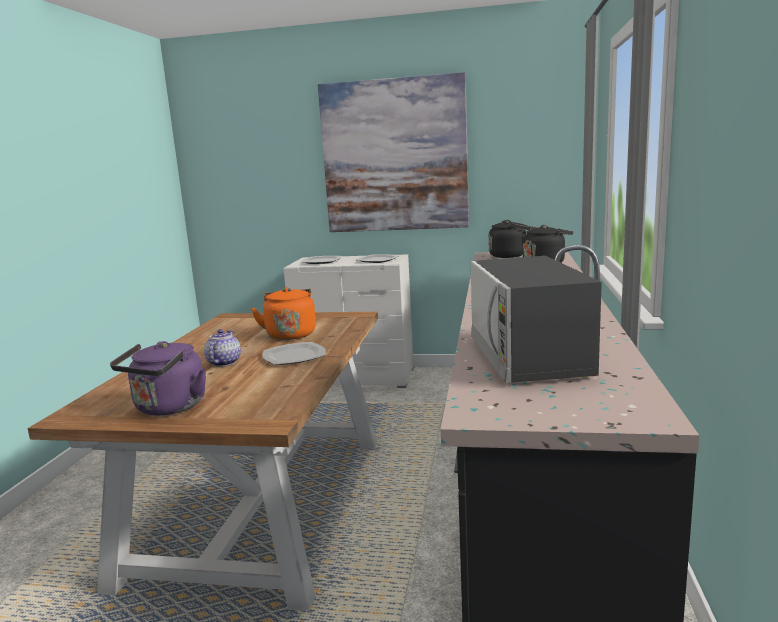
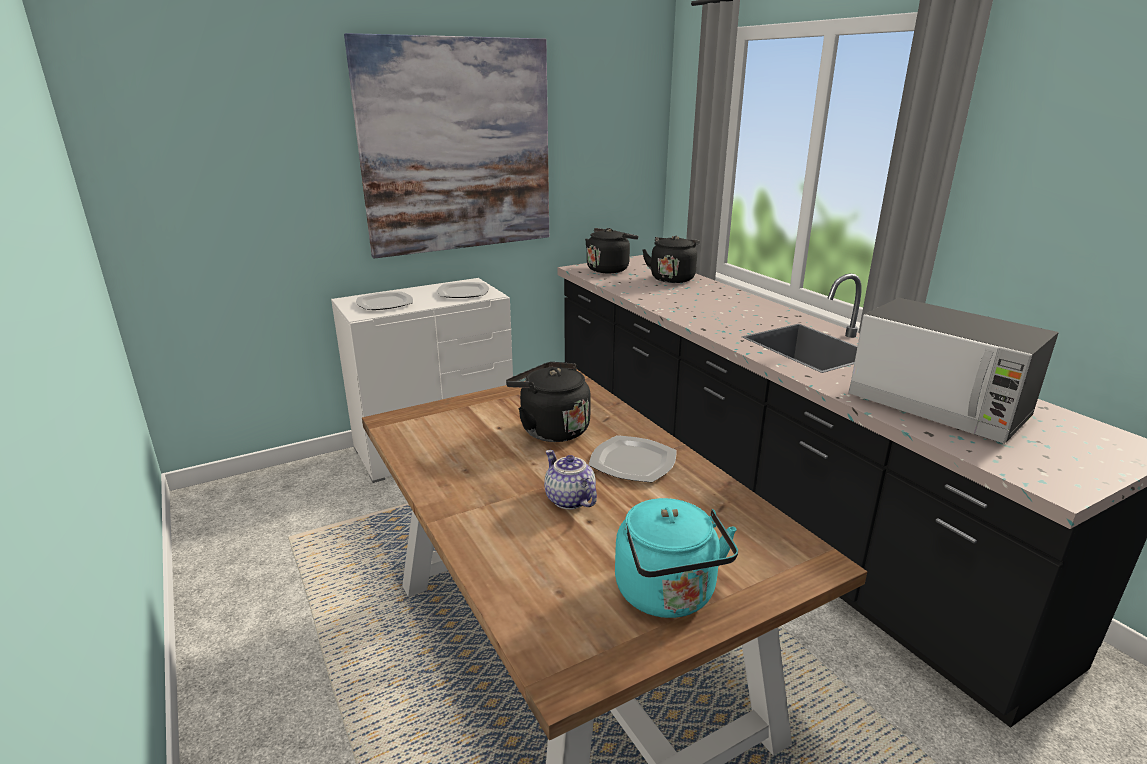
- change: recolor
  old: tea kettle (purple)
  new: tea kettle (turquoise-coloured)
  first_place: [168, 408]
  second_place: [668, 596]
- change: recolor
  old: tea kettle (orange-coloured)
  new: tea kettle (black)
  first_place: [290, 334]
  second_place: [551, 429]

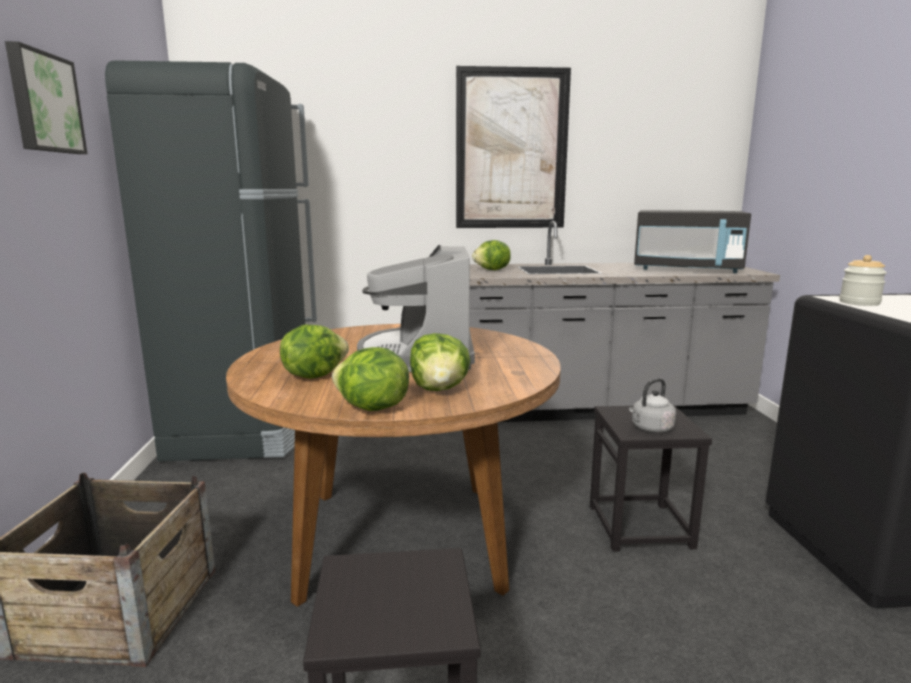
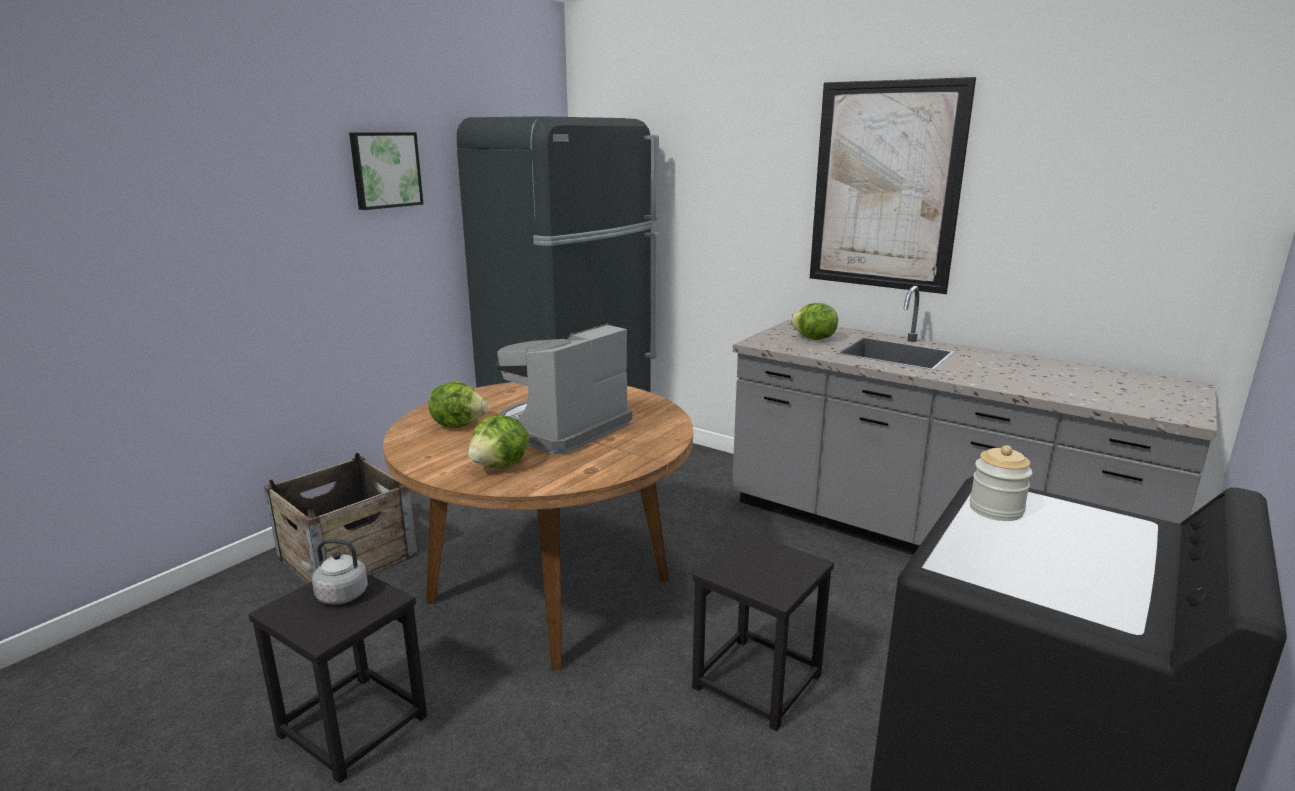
- change: delete
  old: lettuce
  first_place: [371, 408]
- change: delete
  old: kitchen microwave (black)
  first_place: [686, 269]
- change: move
  old: tea kettle (gray)
  first_place: [650, 429]
  second_place: [339, 595]

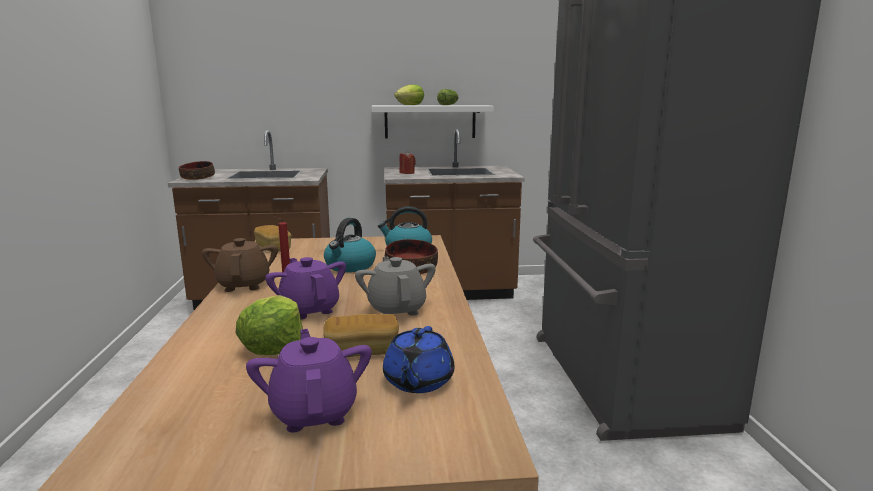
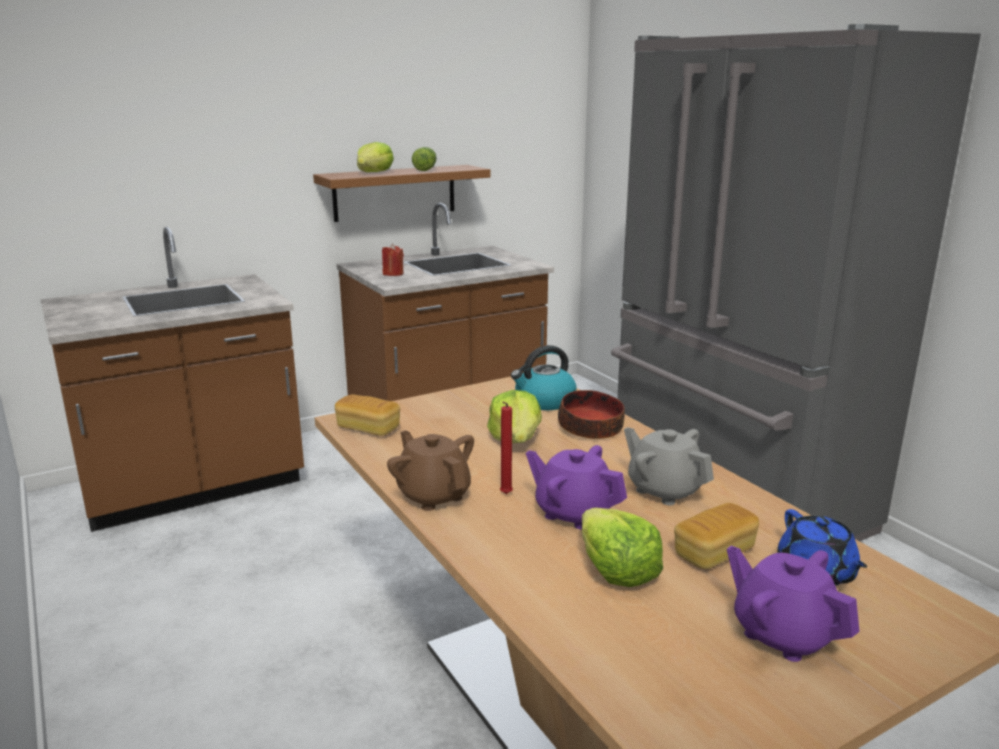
- change: delete
  old: bowl
  first_place: [197, 178]
- change: replace
  old: tea kettle
  new: lettuce
  first_place: [350, 266]
  second_place: [516, 439]
- change: recolor
  old: bracket shelf (white)
  new: bracket shelf (brown-coloured)
  first_place: [430, 121]
  second_place: [395, 192]

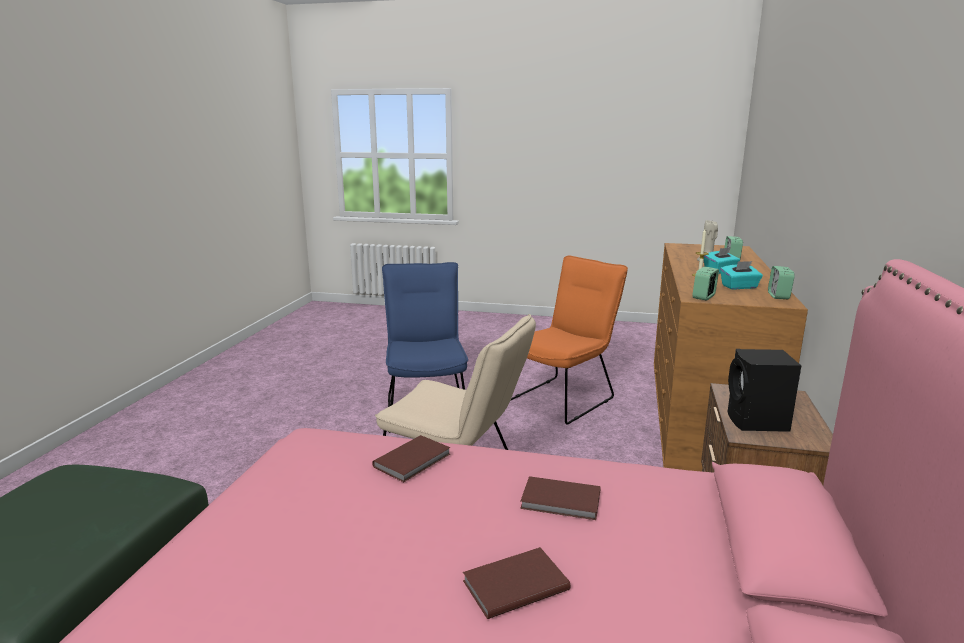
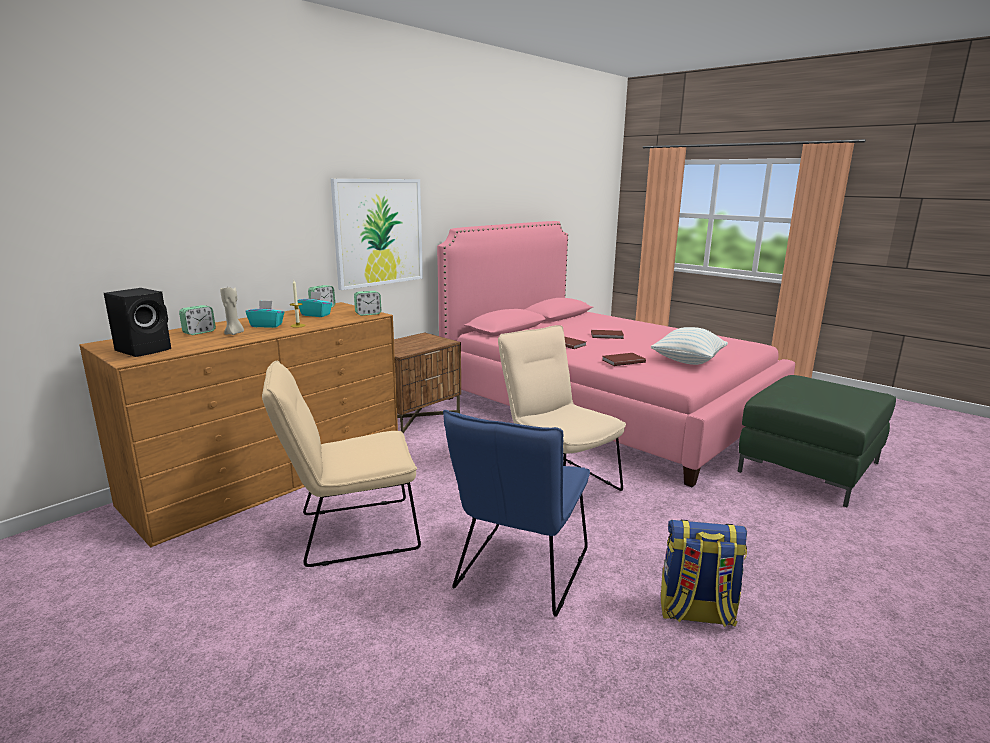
- change: insert
  new: picture
  second_place: [379, 232]
- change: insert
  new: cushion
  second_place: [687, 361]
- change: insert
  new: backpack
  second_place: [696, 613]
- change: move
  old: audio speaker (black)
  first_place: [757, 422]
  second_place: [145, 350]
- change: recolor
  old: upright chair (orange-coloured)
  new: upright chair (sand-coloured)
  first_place: [565, 397]
  second_place: [349, 533]

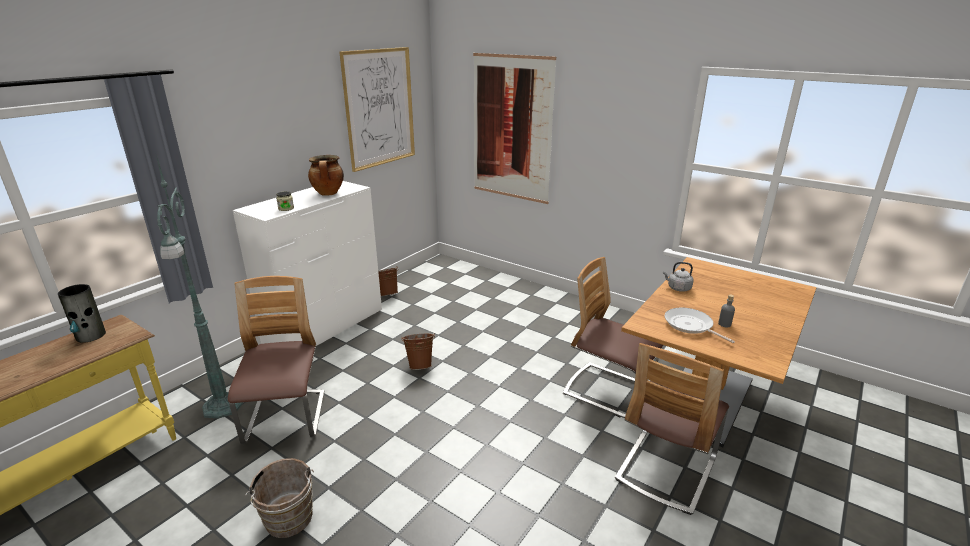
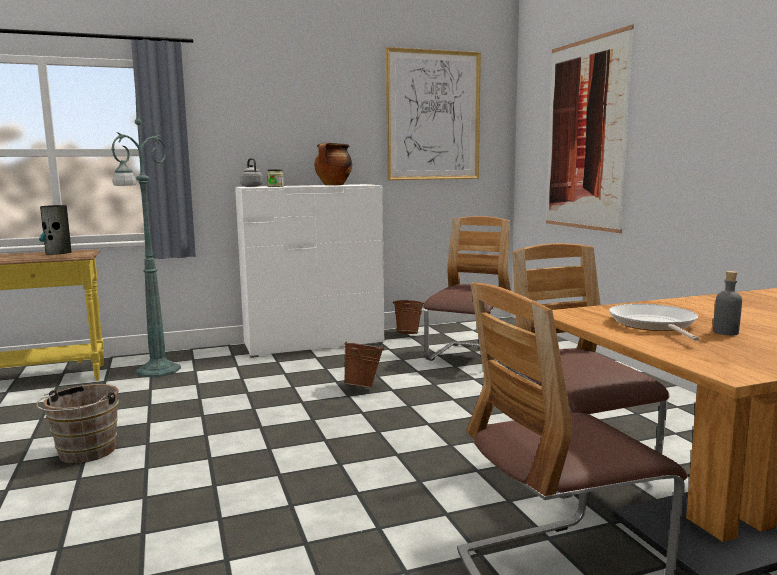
- change: move
  old: upright chair
  first_place: [286, 418]
  second_place: [468, 357]
- change: move
  old: tea kettle (gray)
  first_place: [677, 288]
  second_place: [251, 186]

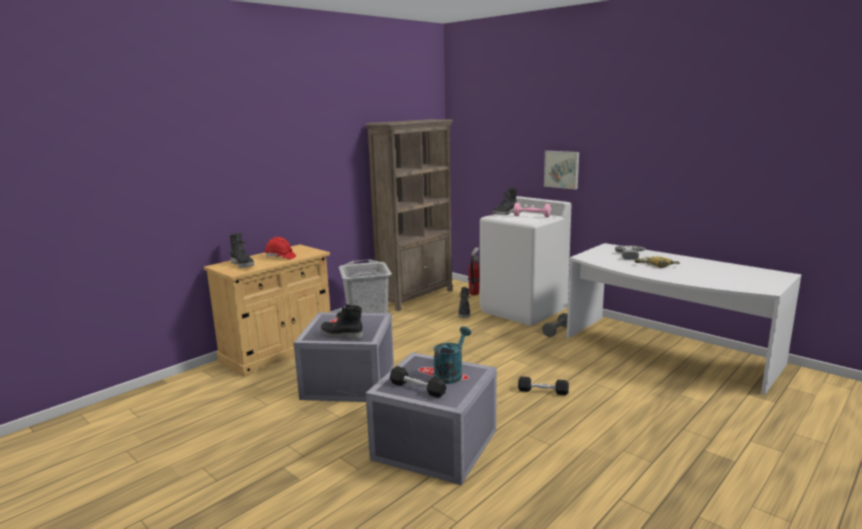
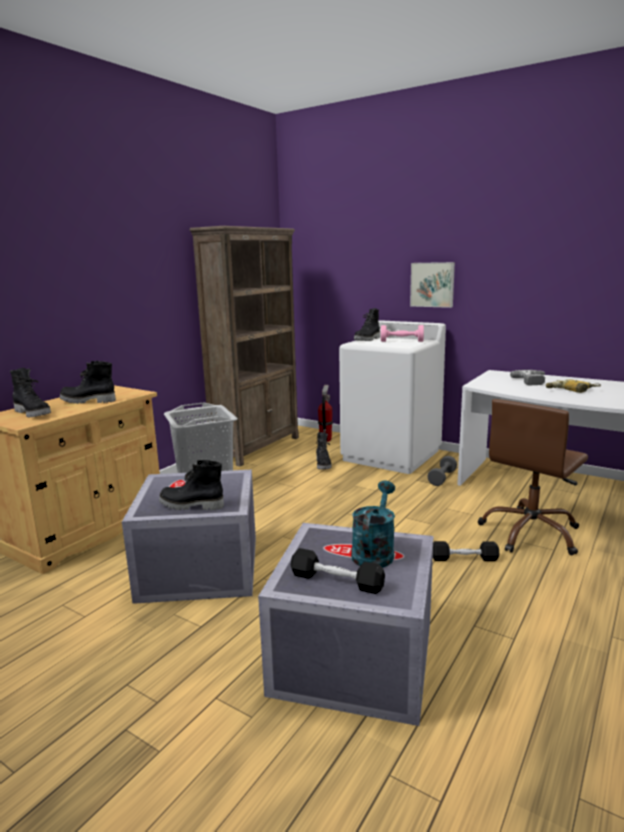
- change: insert
  new: computer chair (brown-coloured)
  second_place: [531, 533]
- change: replace
  old: work helmet (red)
  new: high-top boot (black)
  first_place: [280, 257]
  second_place: [87, 401]

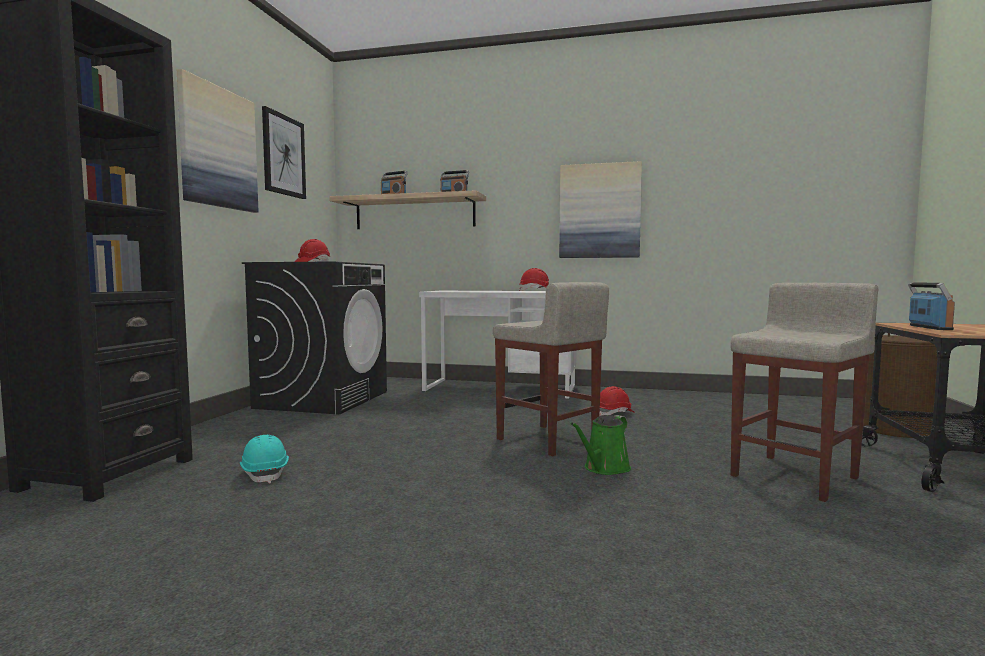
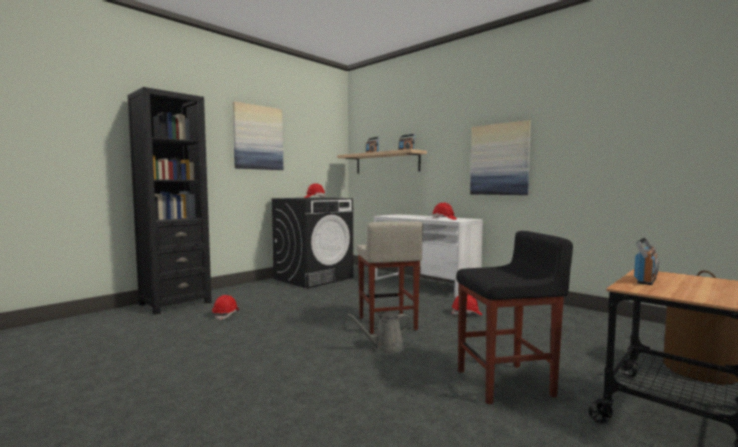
- change: delete
  old: picture
  first_place: [283, 155]
- change: recolor
  old: work helmet (turquoise-coloured)
  new: work helmet (red)
  first_place: [265, 473]
  second_place: [226, 315]
- change: recolor
  old: watering can (green-coloured)
  new: watering can (gray)
  first_place: [604, 468]
  second_place: [385, 348]
- change: recolor
  old: sitting stool (sand-coloured)
  new: sitting stool (black)
  first_place: [795, 476]
  second_place: [506, 383]

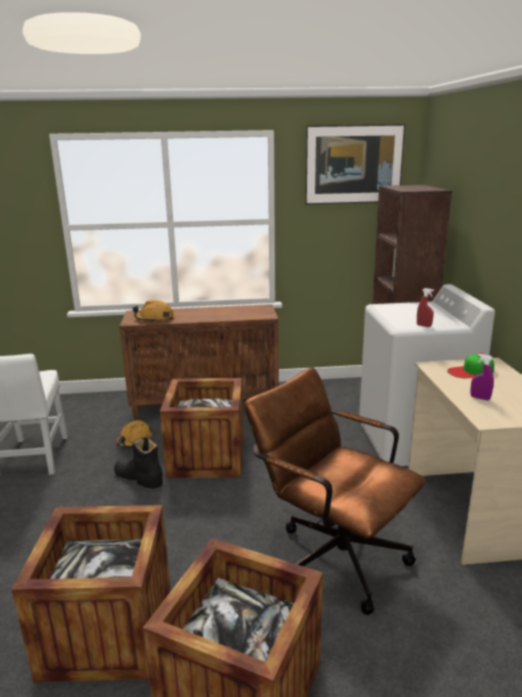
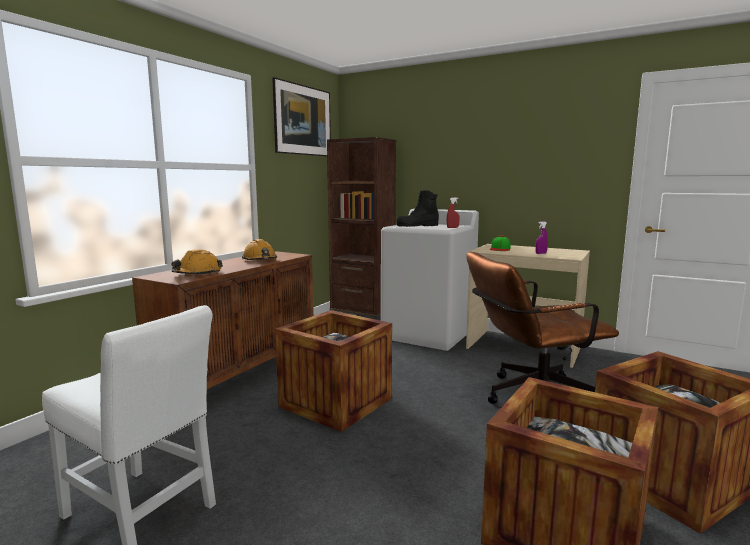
- change: move
  old: high-top boot (black)
  first_place: [138, 477]
  second_place: [417, 226]
- change: move
  old: work helmet (orange-coloured)
  first_place: [134, 440]
  second_place: [260, 260]

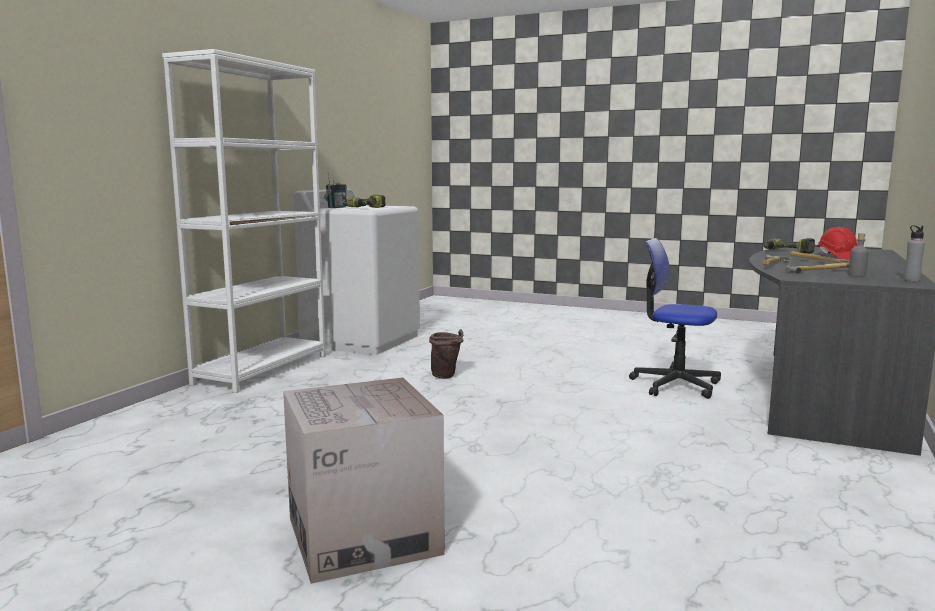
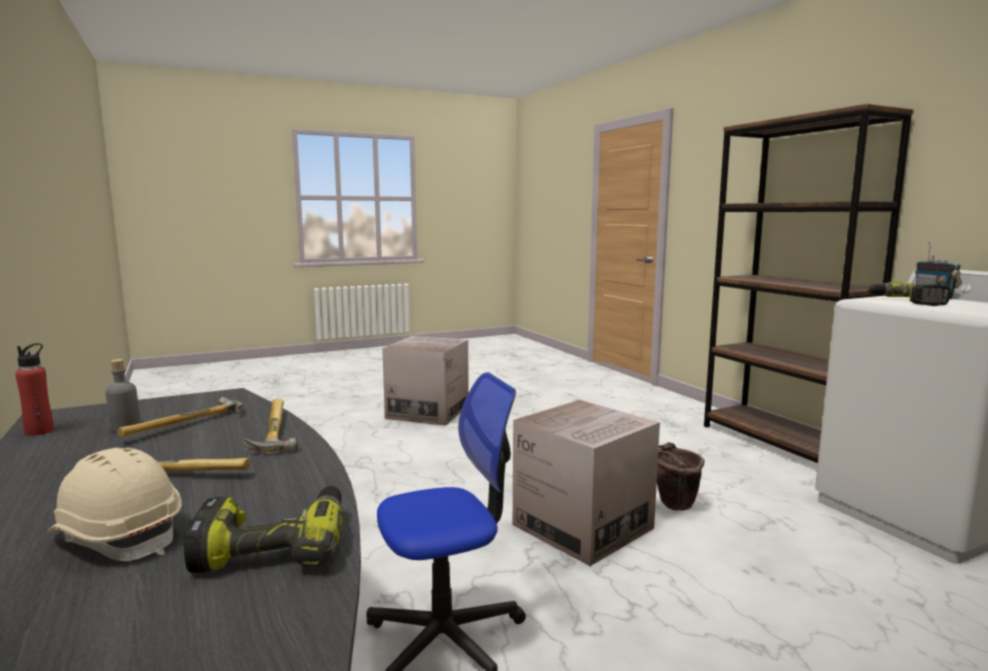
- change: insert
  new: packing box
  second_place: [583, 526]
- change: recolor
  old: bookcase (white)
  new: bookcase (brown-coloured)
  first_place: [262, 369]
  second_place: [779, 444]
- change: recolor
  old: work helmet (red)
  new: work helmet (sand-coloured)
  first_place: [837, 257]
  second_place: [119, 537]
- change: recolor
  old: drink bottle (gray)
  new: drink bottle (red)
  first_place: [911, 280]
  second_place: [39, 431]

